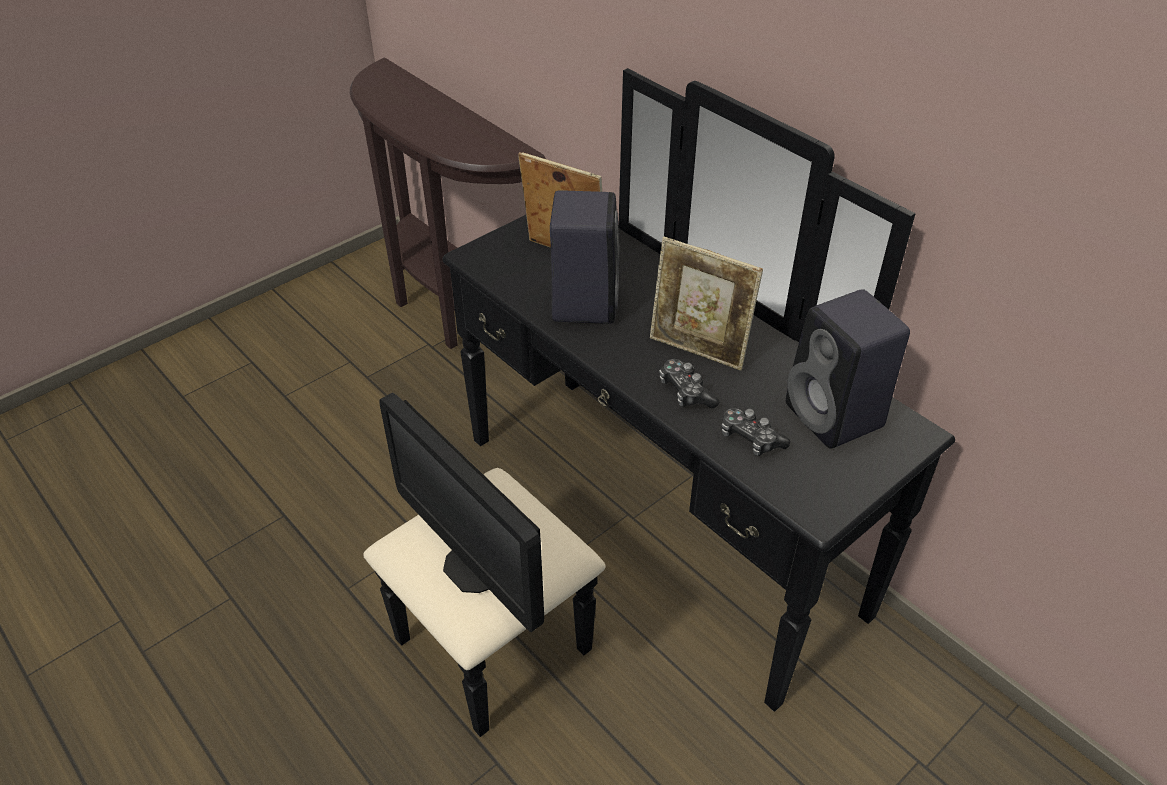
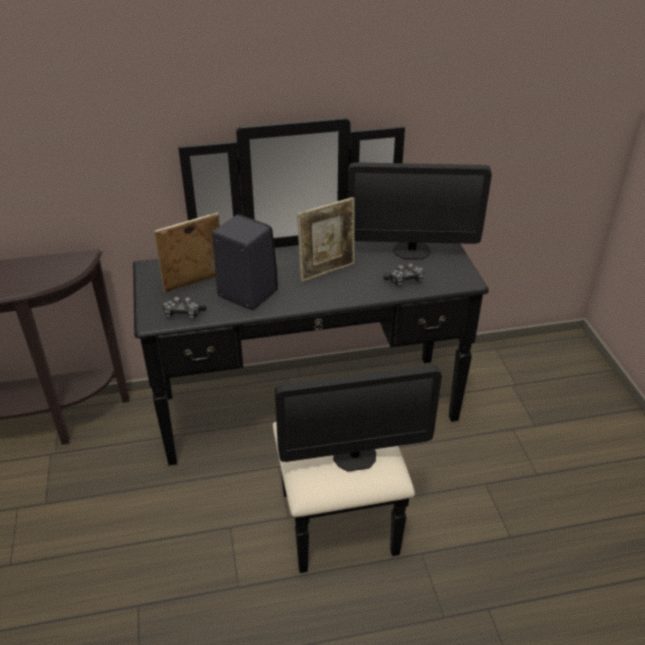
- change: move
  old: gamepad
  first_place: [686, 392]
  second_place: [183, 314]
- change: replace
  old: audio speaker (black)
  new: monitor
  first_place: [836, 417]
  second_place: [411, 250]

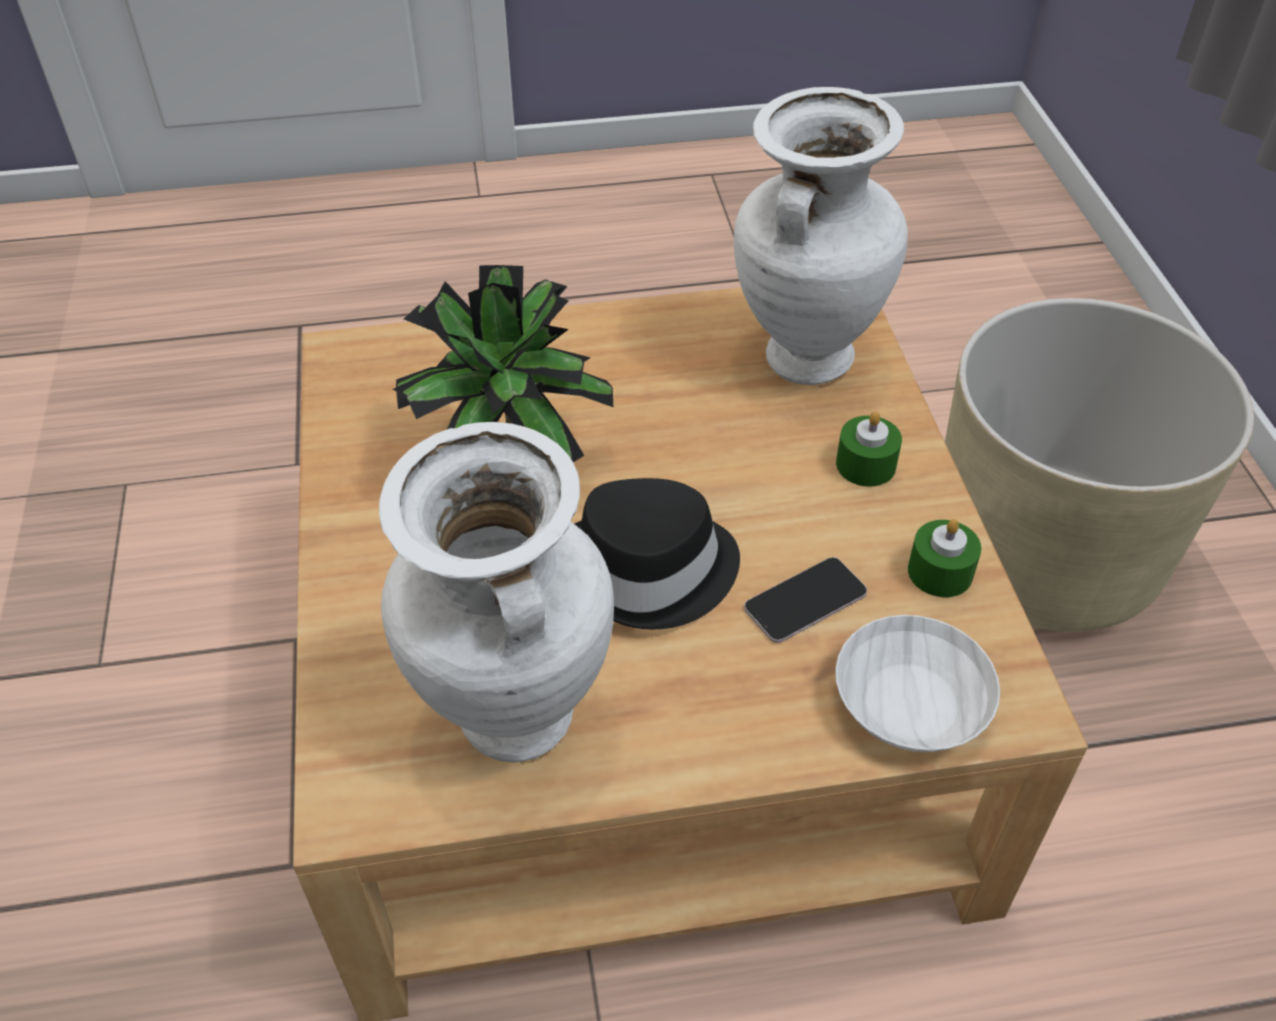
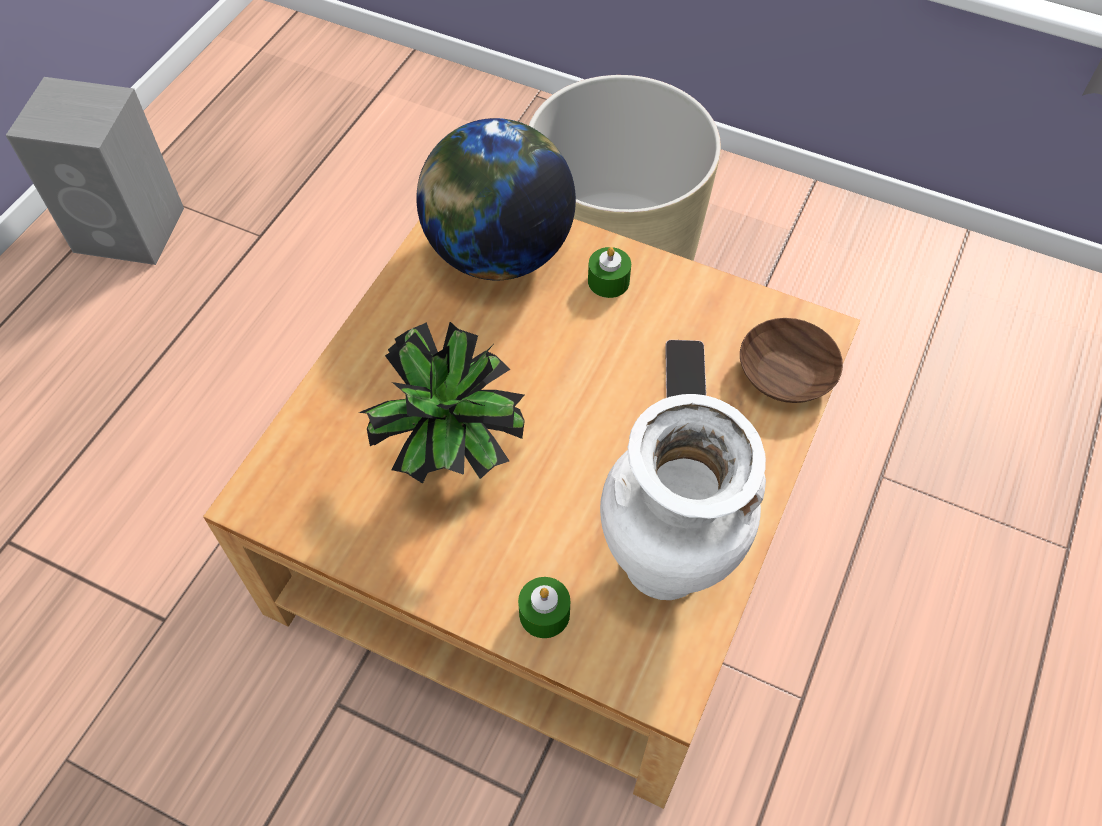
- change: delete
  old: wearable hat (black)
  first_place: [650, 570]
- change: insert
  new: audio speaker (gray)
  second_place: [132, 230]
- change: move
  old: wax candle (green-coloured)
  first_place: [940, 572]
  second_place: [544, 613]
- change: replace
  old: vase (white)
  new: world globe
  first_place: [804, 359]
  second_place: [498, 252]
- change: recolor
  old: bowl (white)
  new: bowl (brown-coloured)
  first_place: [911, 707]
  second_place: [788, 374]

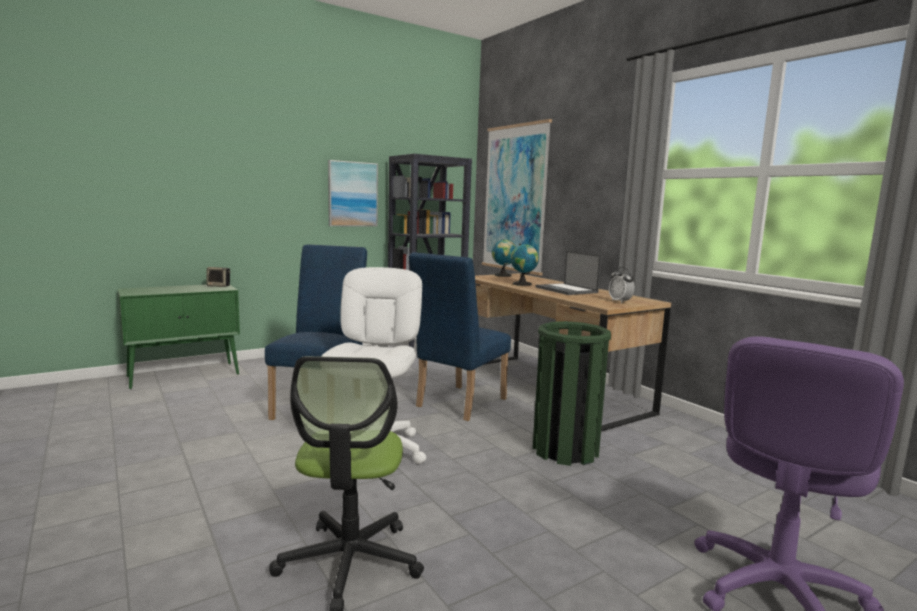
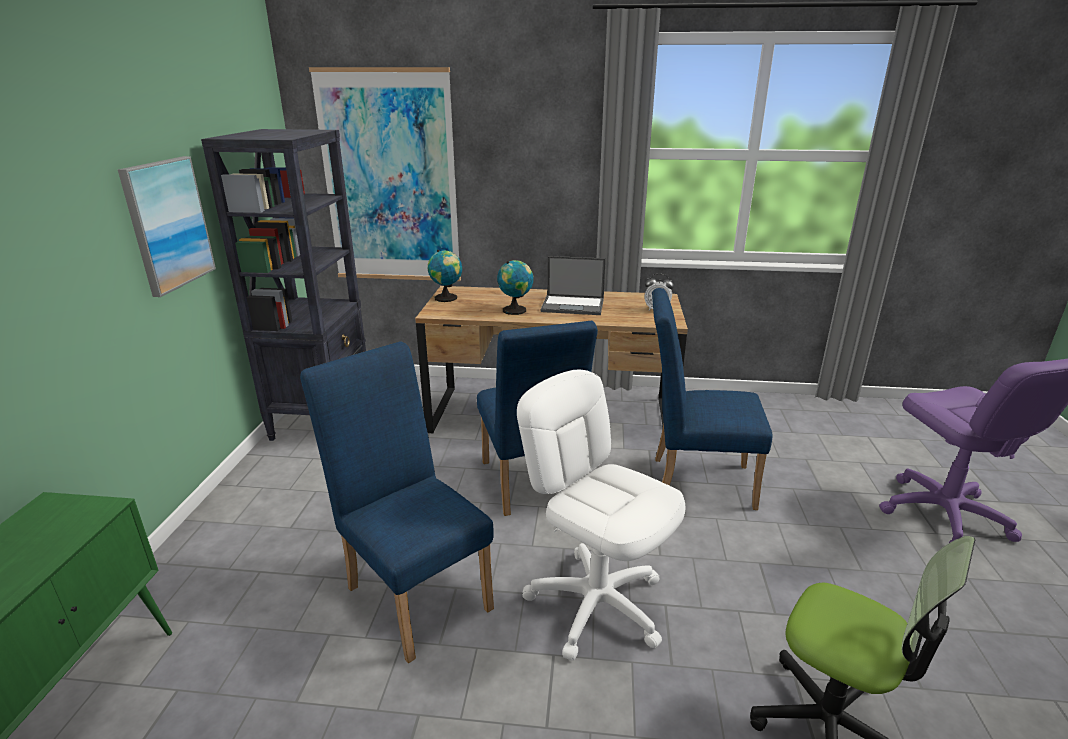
- change: delete
  old: audio speaker
  first_place: [219, 286]
- change: replace
  old: trash can (green-coloured)
  new: upright chair (blue-coloured)
  first_place: [565, 450]
  second_place: [693, 481]

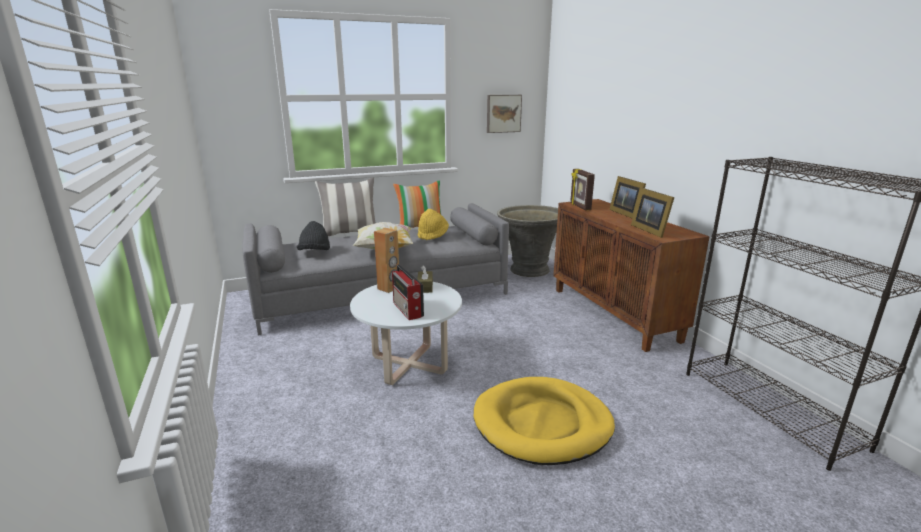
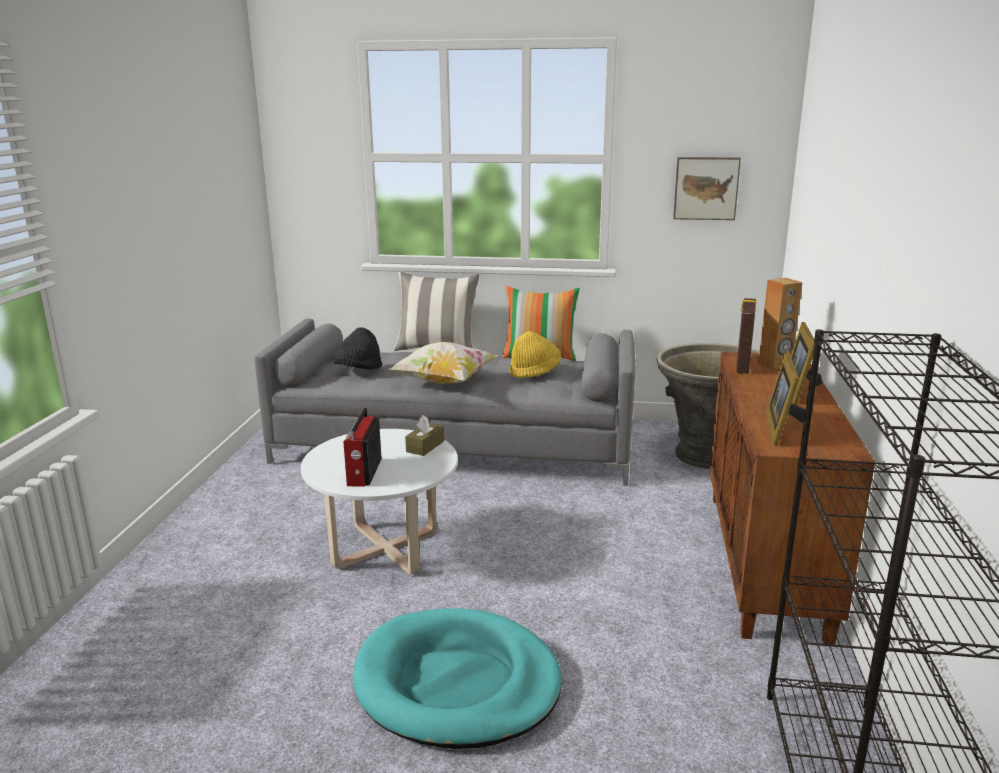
- change: move
  old: audio speaker (brown-coloured)
  first_place: [389, 288]
  second_place: [775, 364]
- change: recolor
  old: dog cushion (yellow)
  new: dog cushion (turquoise-coloured)
  first_place: [542, 424]
  second_place: [457, 683]

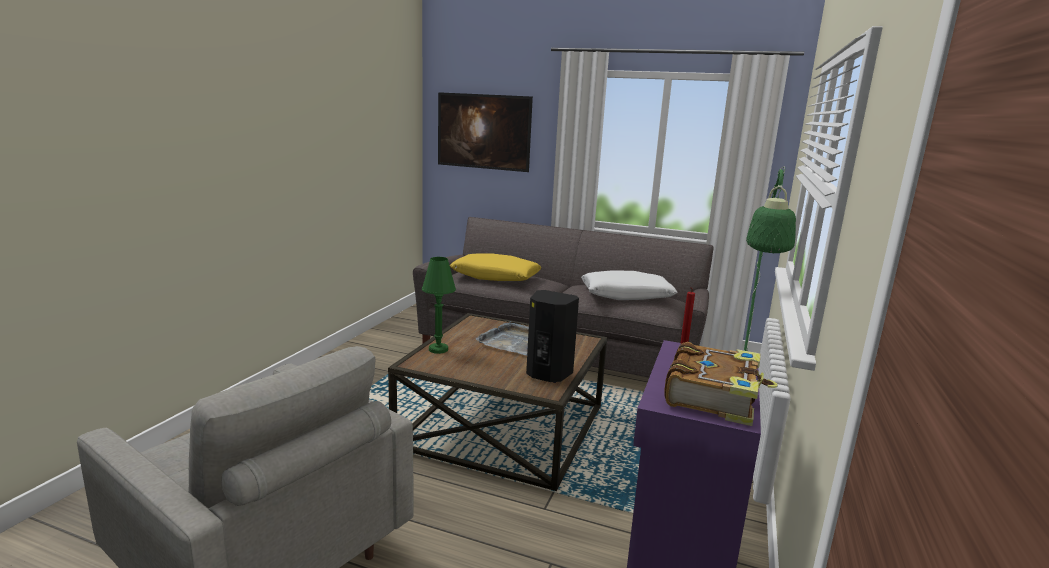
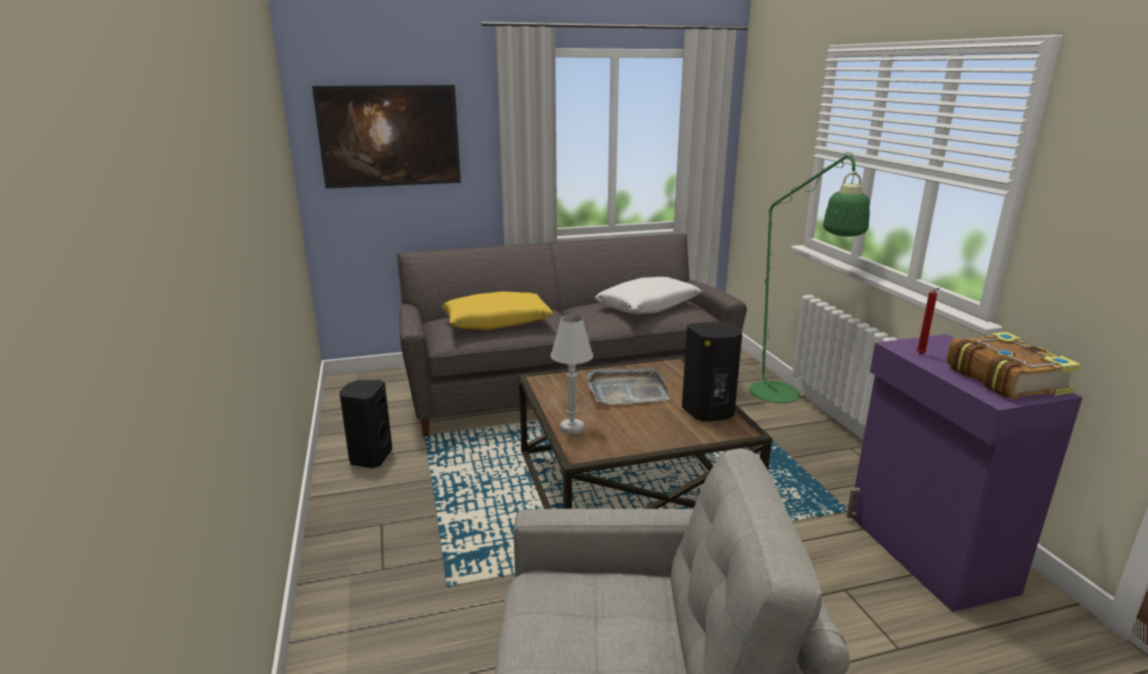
- change: insert
  new: audio speaker (black)
  second_place: [369, 457]
- change: recolor
  old: tabletop lamp (green-coloured)
  new: tabletop lamp (white)
  first_place: [438, 349]
  second_place: [572, 428]

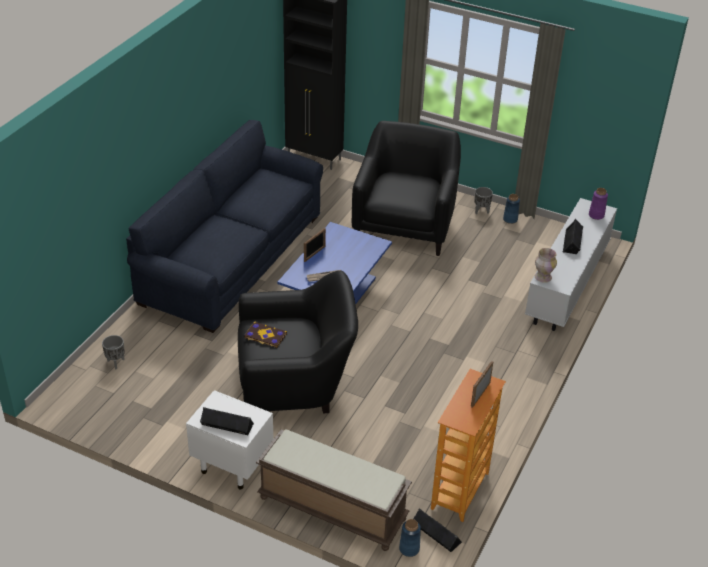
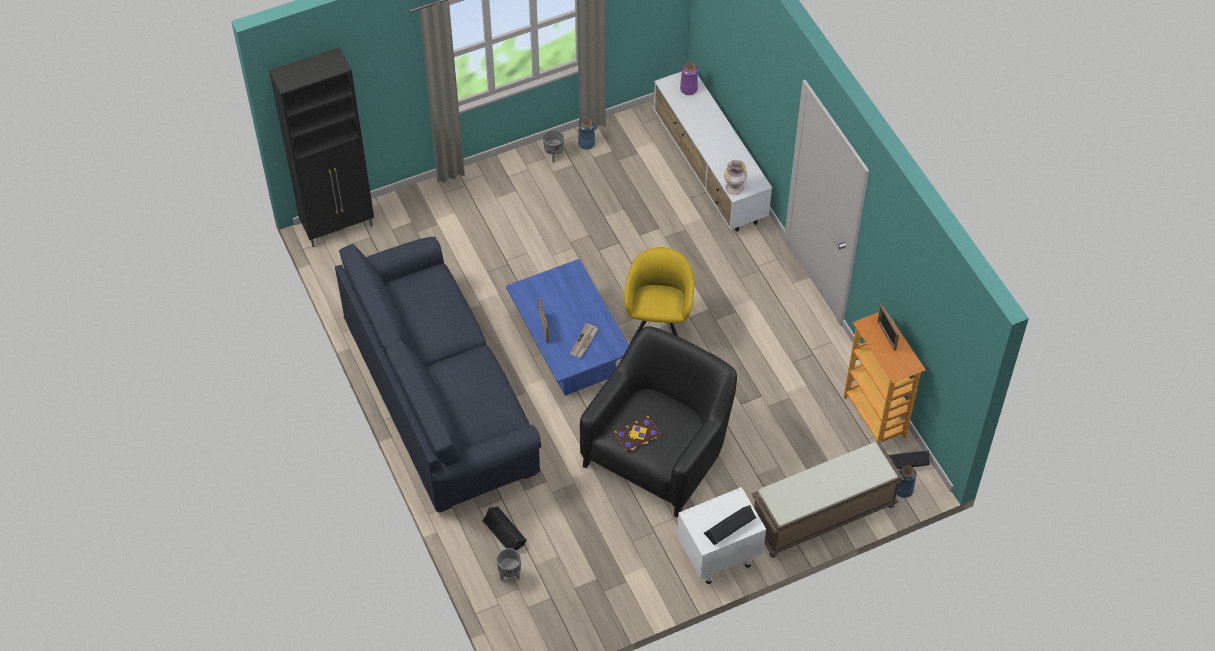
- change: delete
  old: easy chair (black)
  first_place: [405, 223]
- change: insert
  new: easy chair (yellow)
  second_place: [658, 326]
- change: move
  old: audio speaker (black)
  first_place: [573, 241]
  second_place: [505, 531]

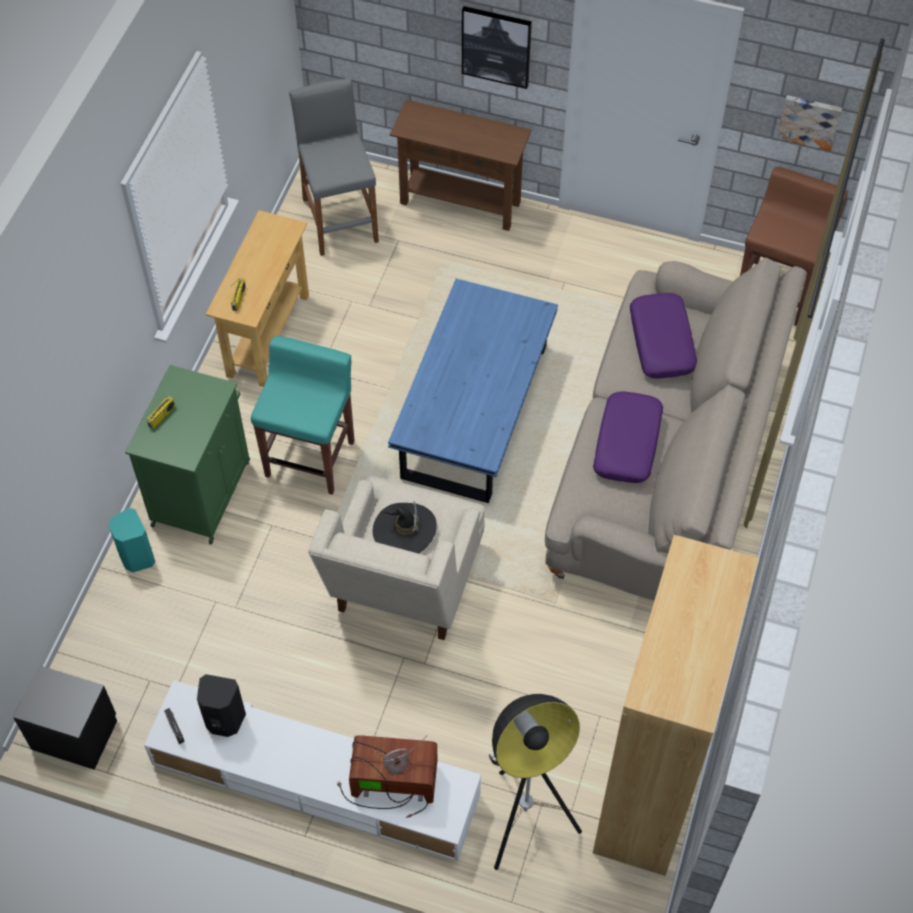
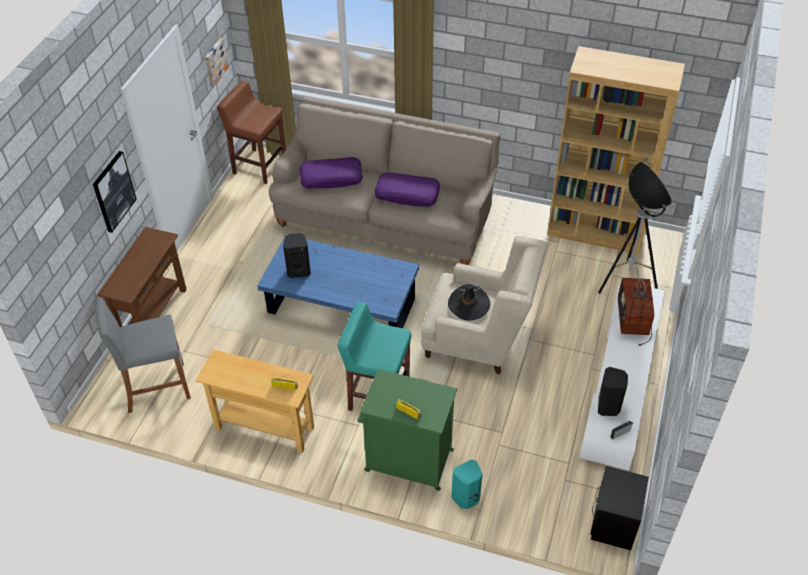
- change: insert
  new: audio speaker (black)
  second_place: [299, 270]

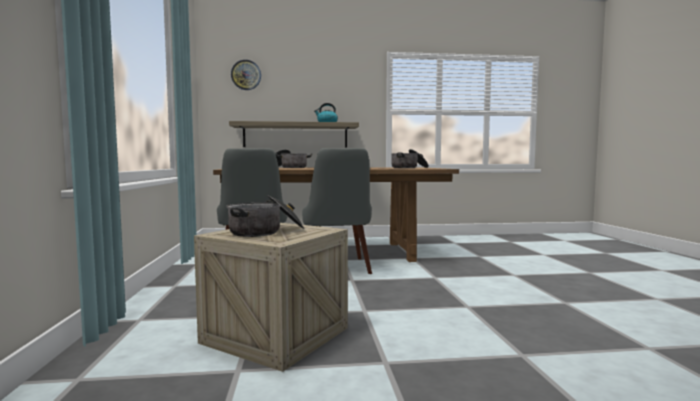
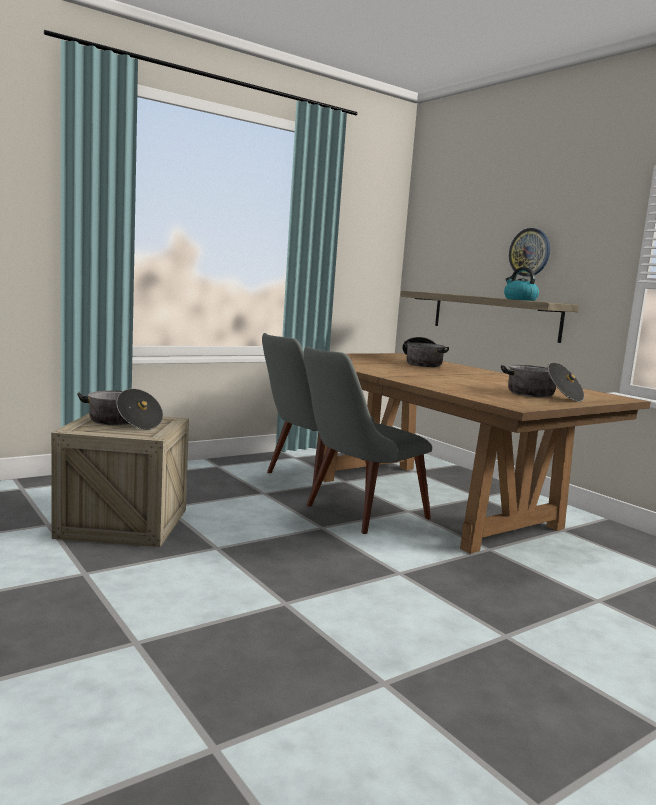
- change: move
  old: wall clock
  first_place: [246, 75]
  second_place: [530, 252]

